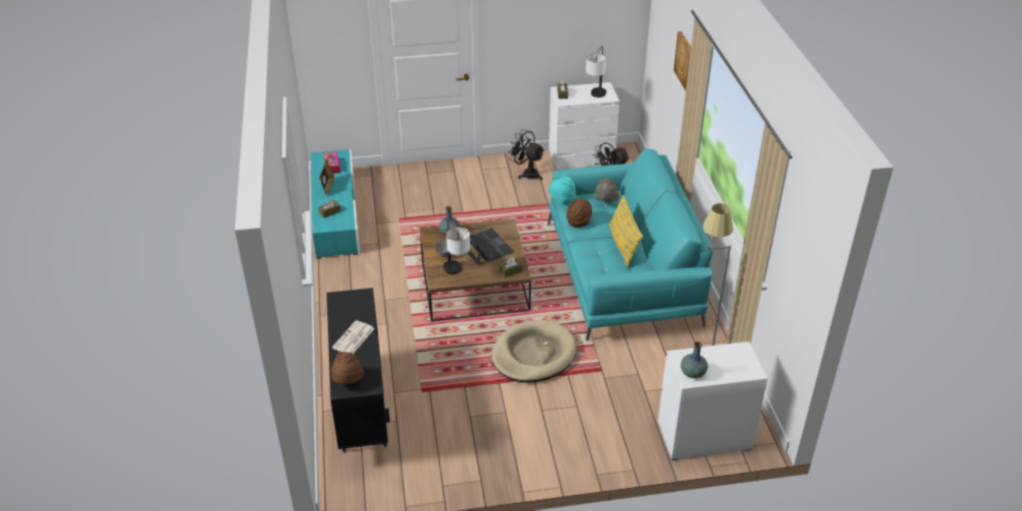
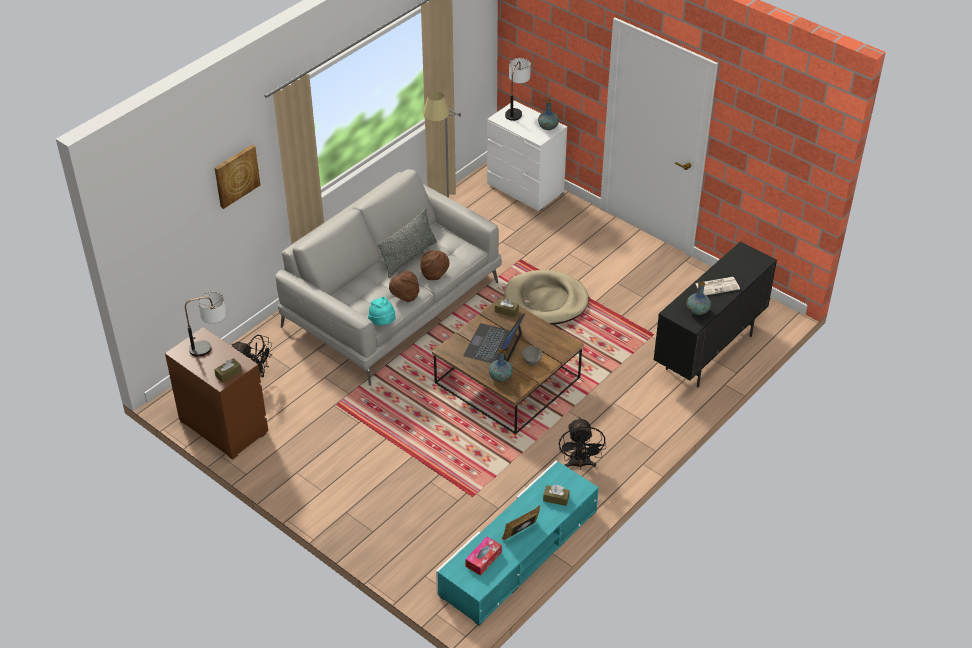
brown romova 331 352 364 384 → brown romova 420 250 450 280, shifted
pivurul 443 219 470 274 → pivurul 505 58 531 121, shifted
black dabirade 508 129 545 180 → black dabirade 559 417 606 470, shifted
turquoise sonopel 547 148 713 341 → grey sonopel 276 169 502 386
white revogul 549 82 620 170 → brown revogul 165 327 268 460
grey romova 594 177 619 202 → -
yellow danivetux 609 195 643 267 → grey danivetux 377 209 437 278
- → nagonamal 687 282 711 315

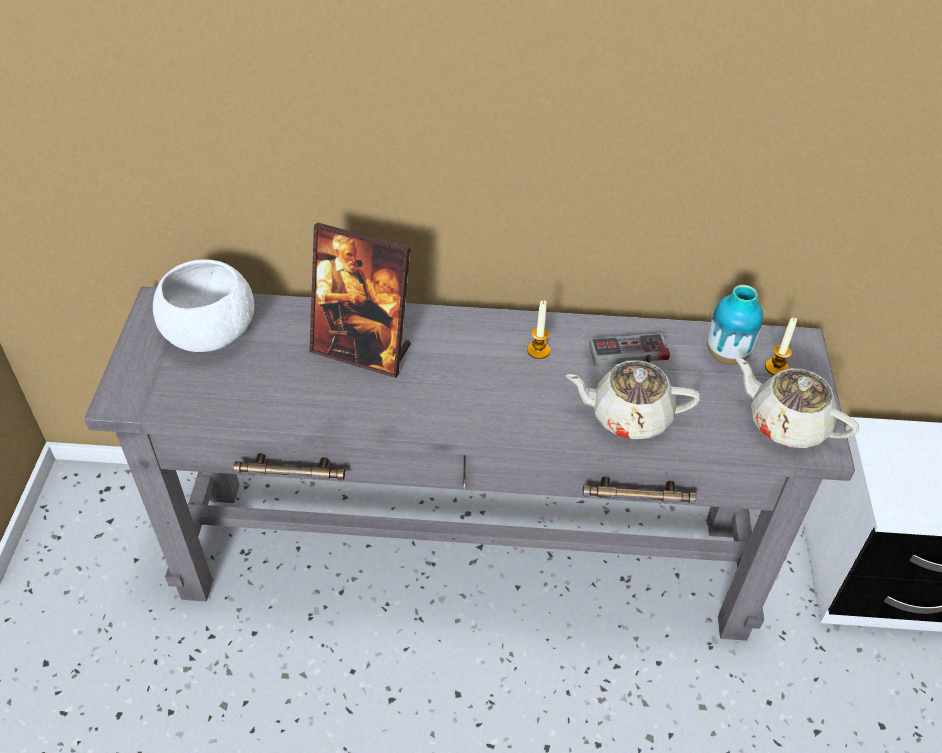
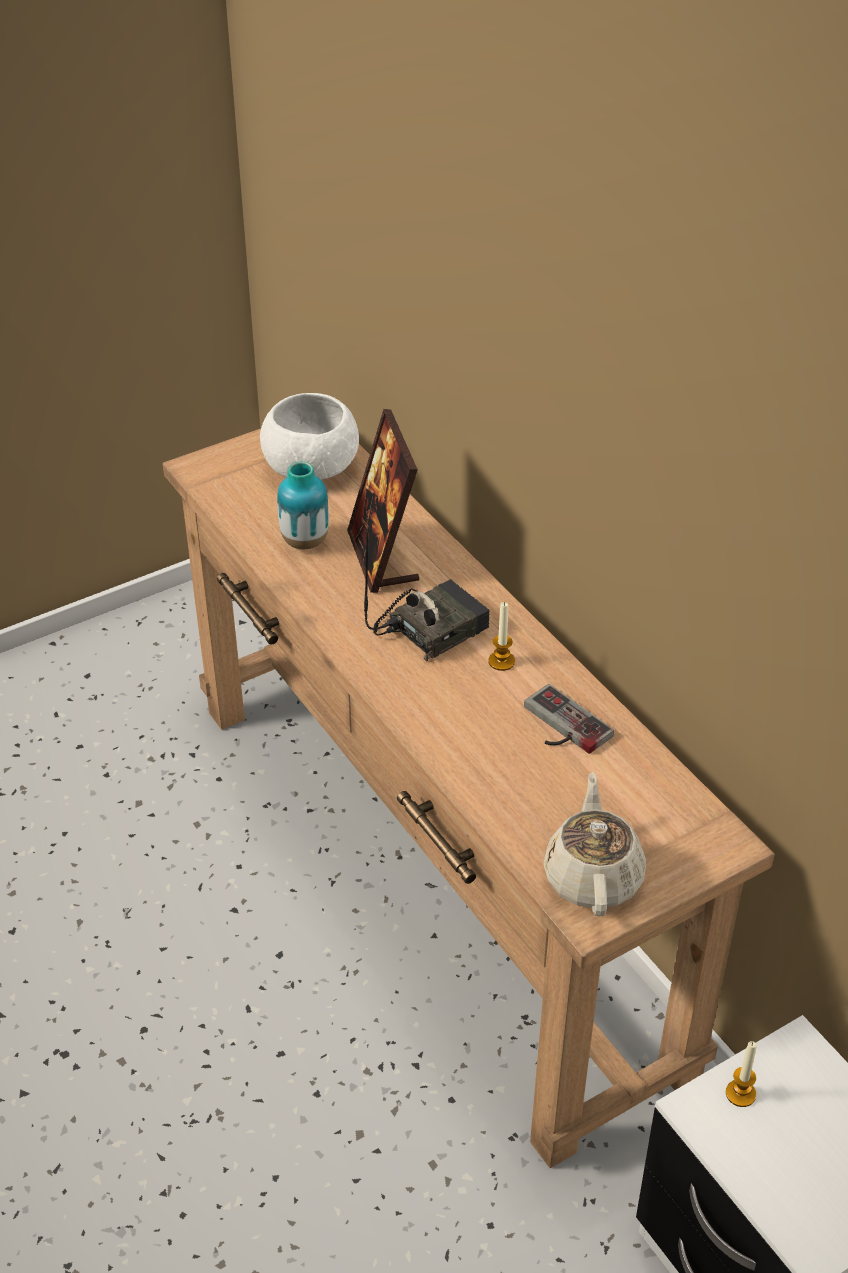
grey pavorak 84 287 855 641 → brown pavorak 163 428 775 1168
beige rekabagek 566 360 701 439 → -
nagonamal 707 285 763 365 → nagonamal 277 462 329 549, shifted
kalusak 765 318 797 375 → kalusak 726 1041 757 1107, shifted
- → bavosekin 364 531 490 661

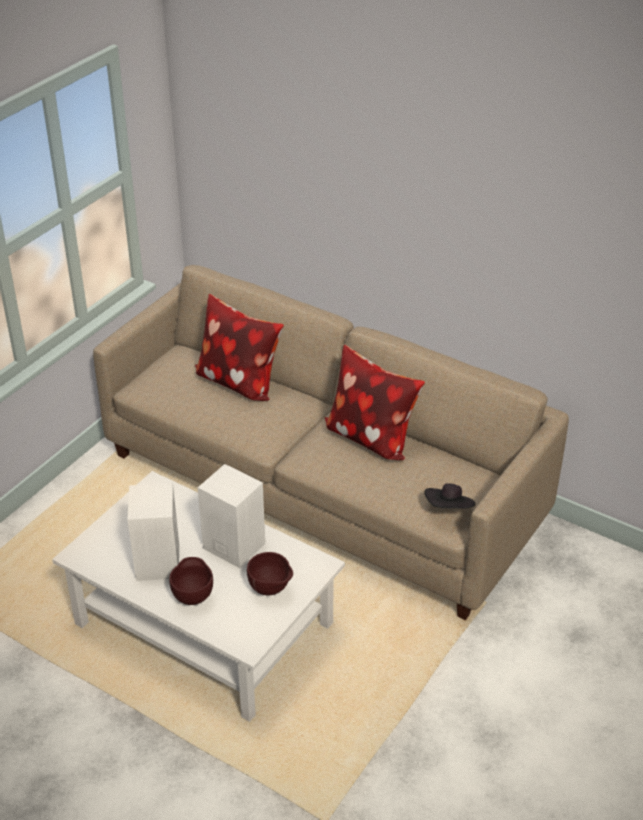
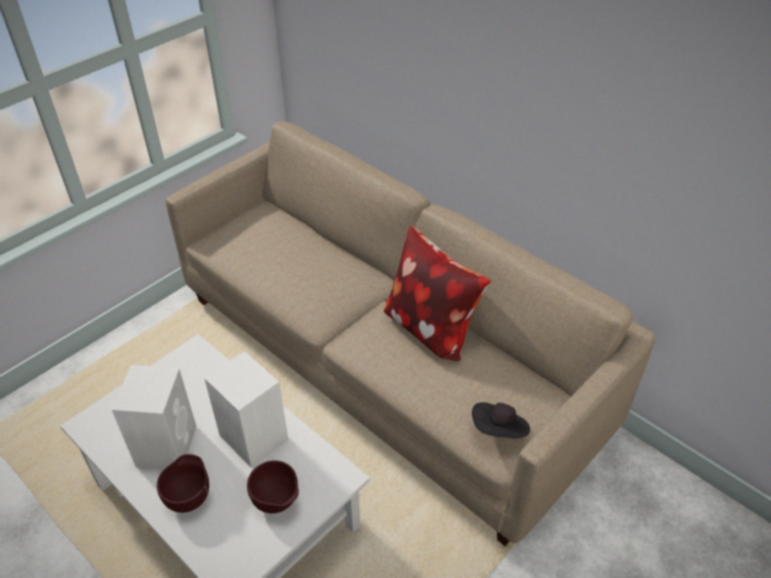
danivetux 195 294 284 401 → -

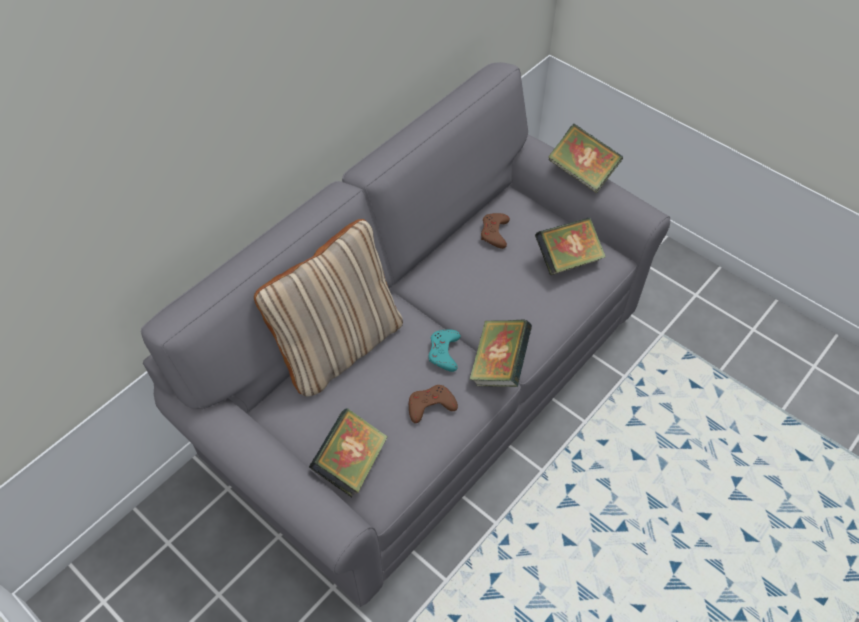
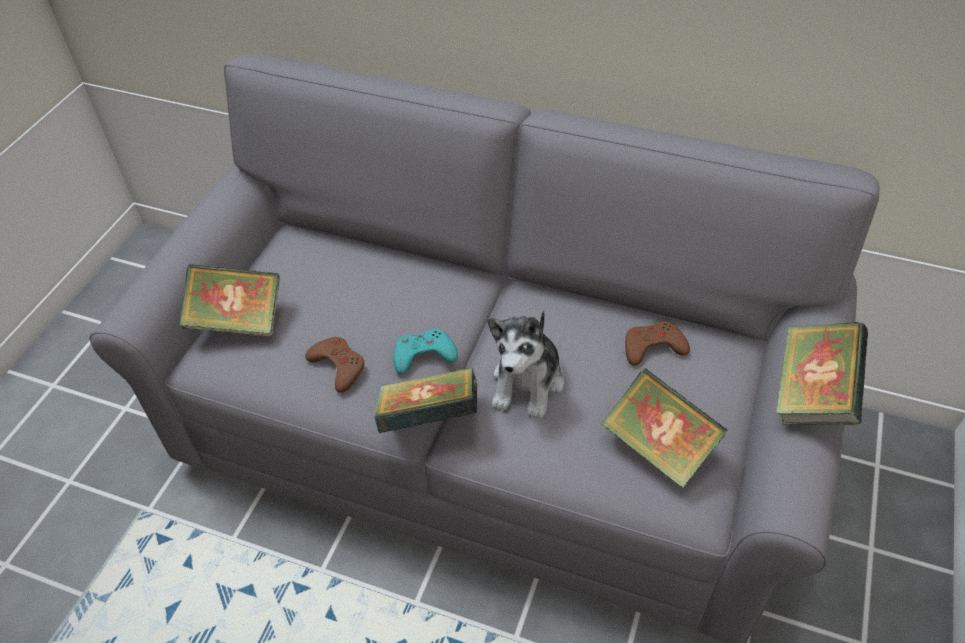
beige danivetux 254 219 403 397 → -
- → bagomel 487 310 564 419

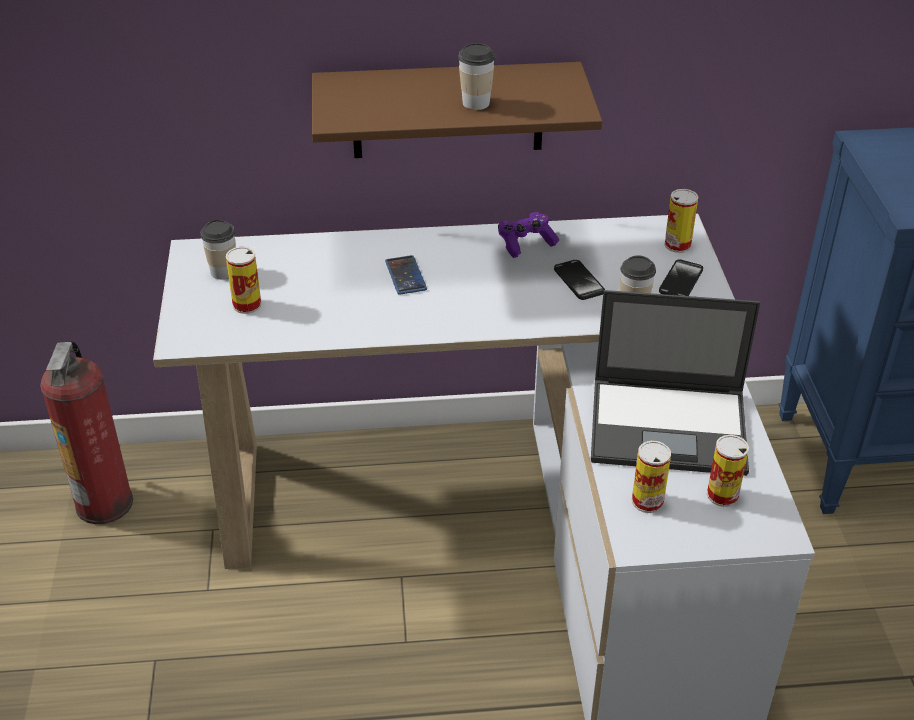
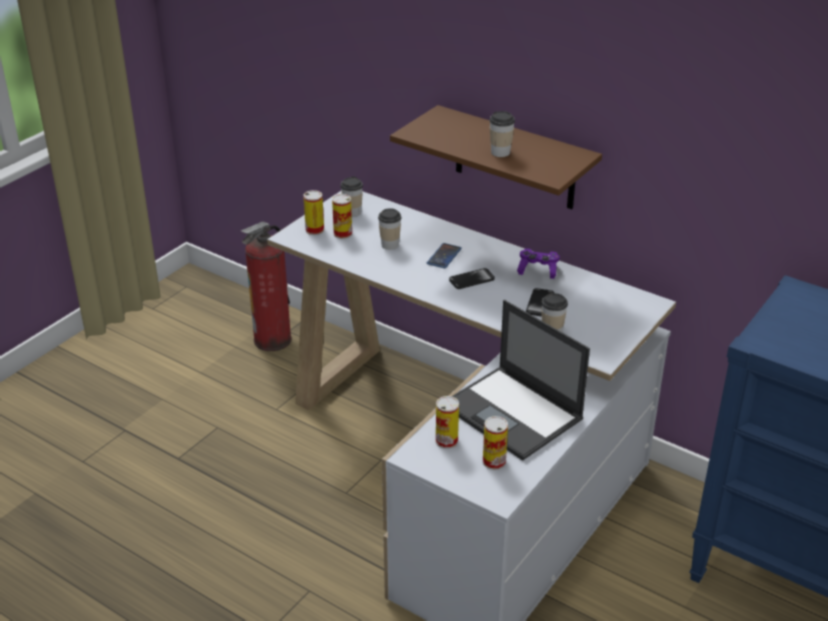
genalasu 659 259 703 296 → genalasu 449 268 495 289, shifted
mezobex 664 189 698 253 → mezobex 303 190 324 235, shifted
- → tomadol 378 208 402 250

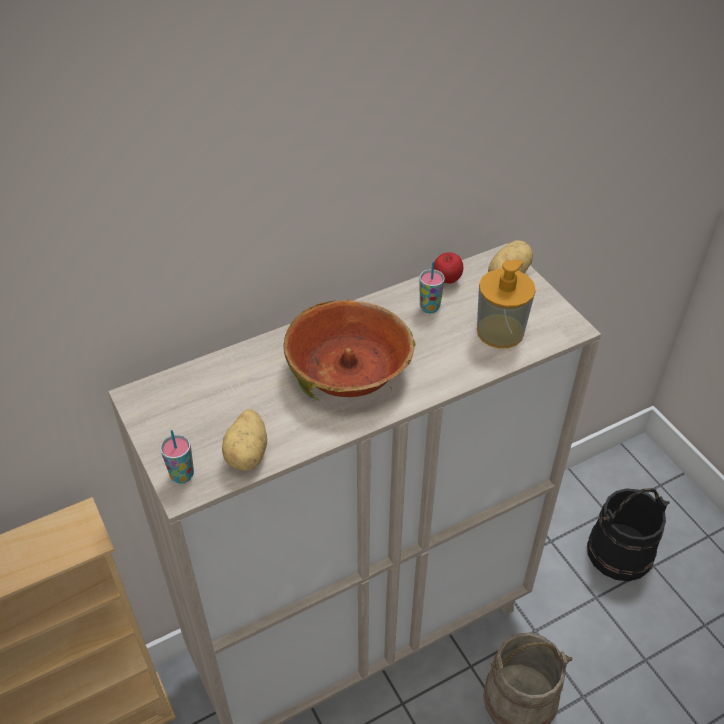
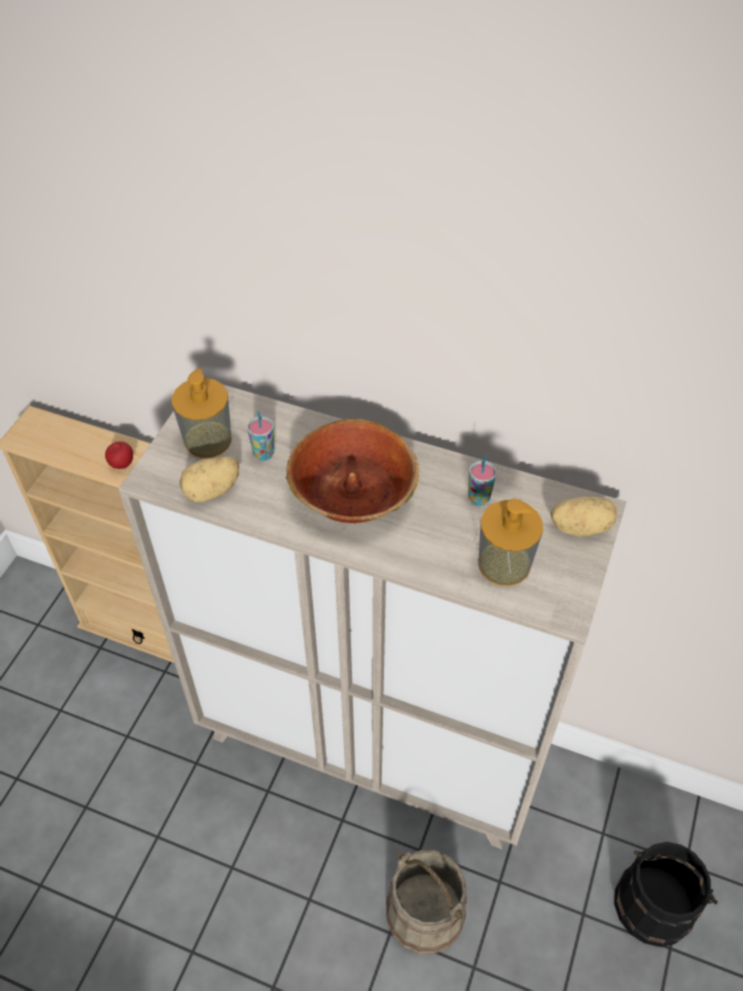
tomadol 160 430 194 484 → tomadol 247 410 274 461, shifted
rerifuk 434 252 463 284 → rerifuk 105 442 133 469, shifted
- → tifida 172 368 232 458

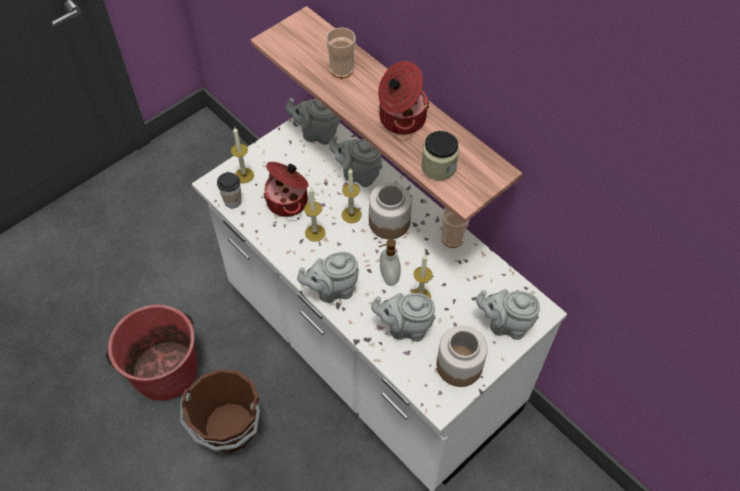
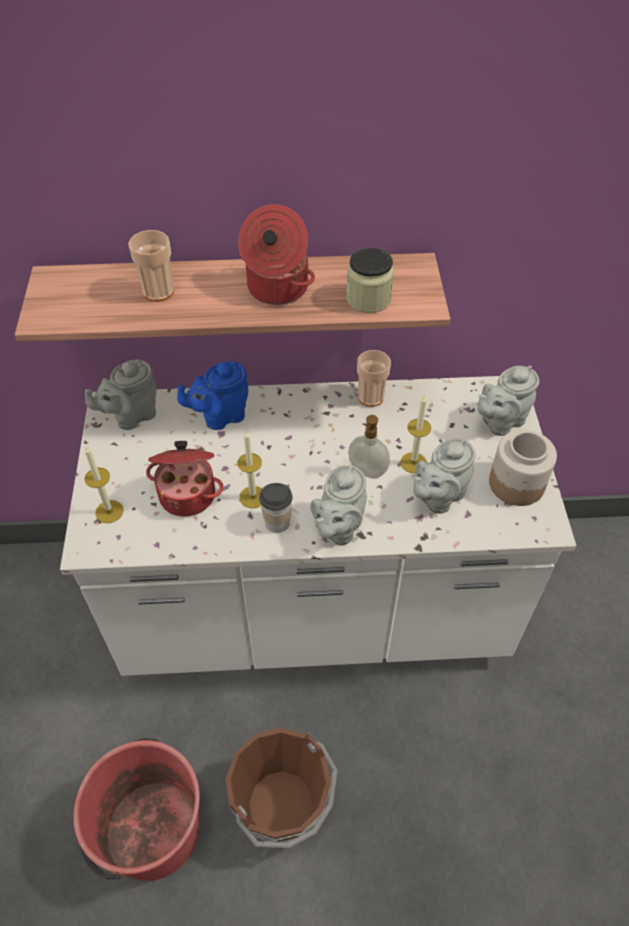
tomadol 217 172 241 208 → tomadol 259 483 293 533, shifted
grey rekabagek 329 135 383 187 → blue rekabagek 177 361 248 430
kalusak 342 168 362 223 → -
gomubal 369 183 412 239 → -

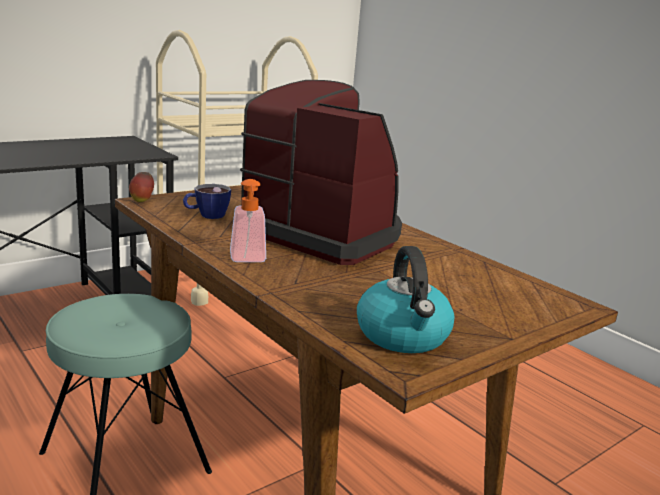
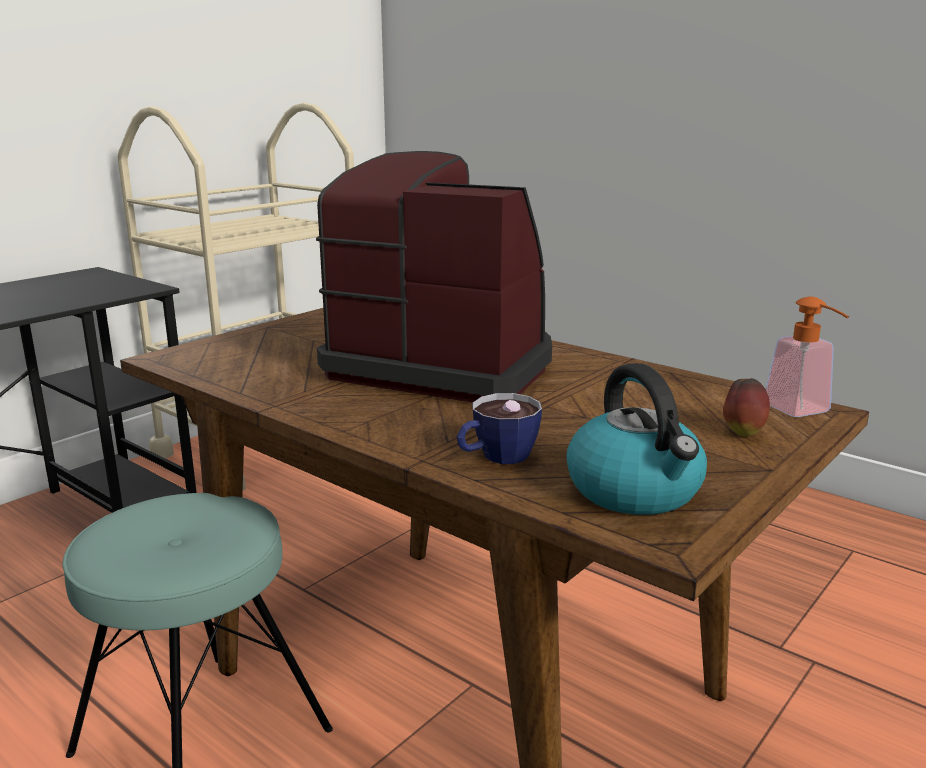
rerifuk 129 172 154 202 → rerifuk 723 378 770 436, shifted
tomadol 183 184 231 219 → tomadol 457 393 542 464, shifted
tifida 230 179 266 262 → tifida 765 296 849 417, shifted

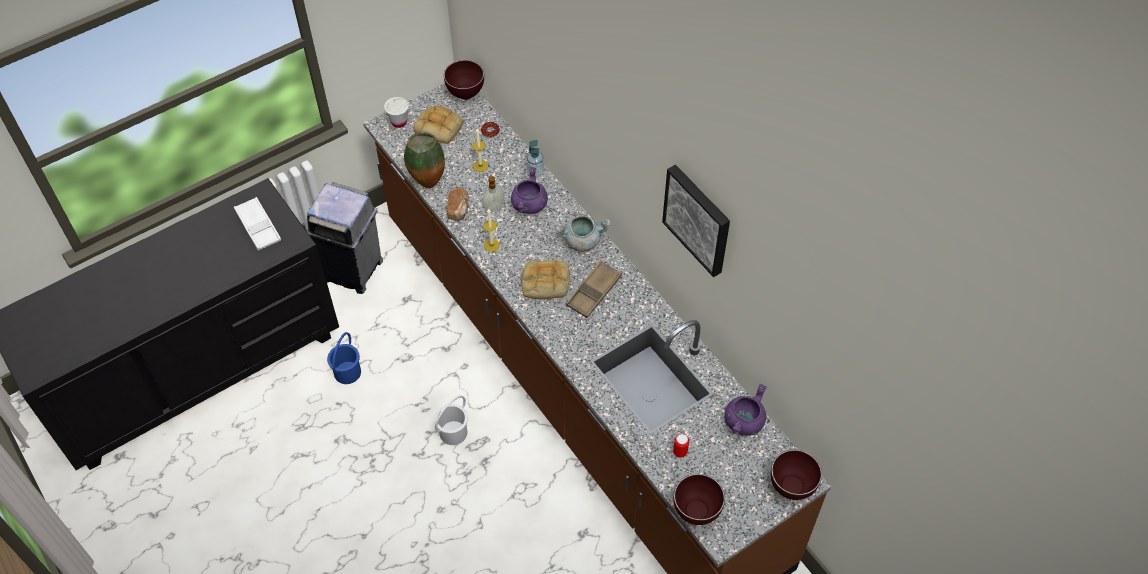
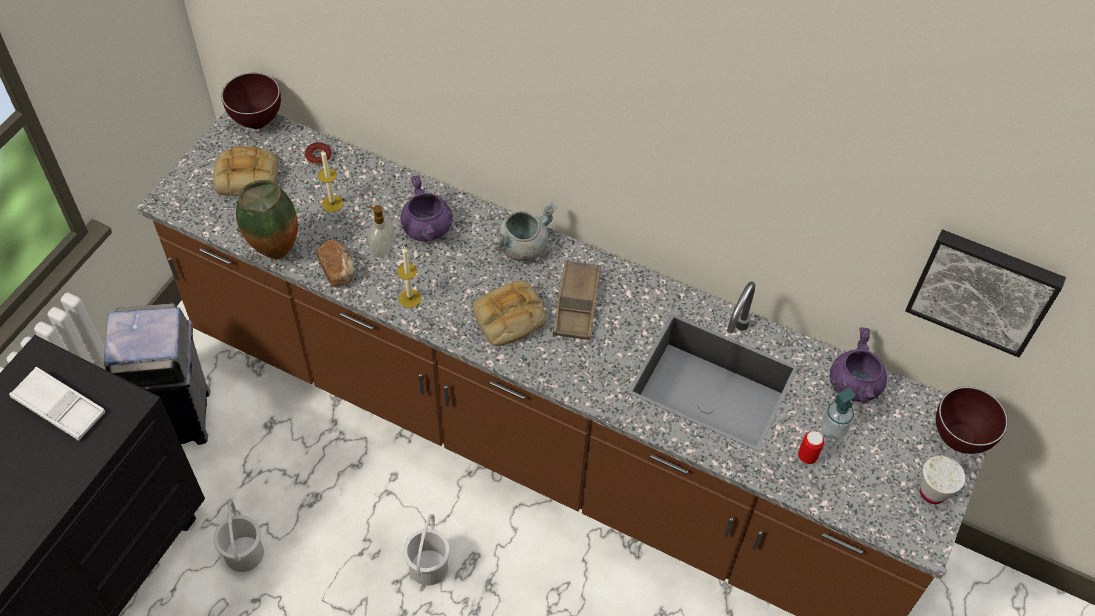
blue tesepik 327 332 361 384 → white tesepik 214 500 264 572
white tomadol 384 97 409 128 → white tomadol 920 456 965 504, shifted
tifida 526 140 544 177 → tifida 821 388 855 439, shifted
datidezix 662 165 730 277 → datidezix 905 229 1066 358, shifted
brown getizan 674 474 725 525 → -

